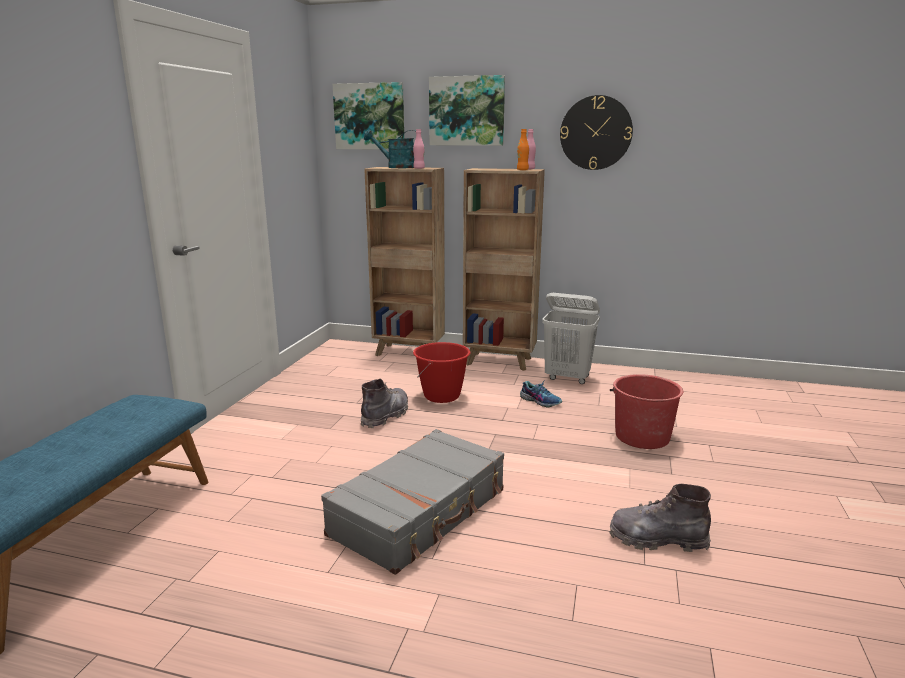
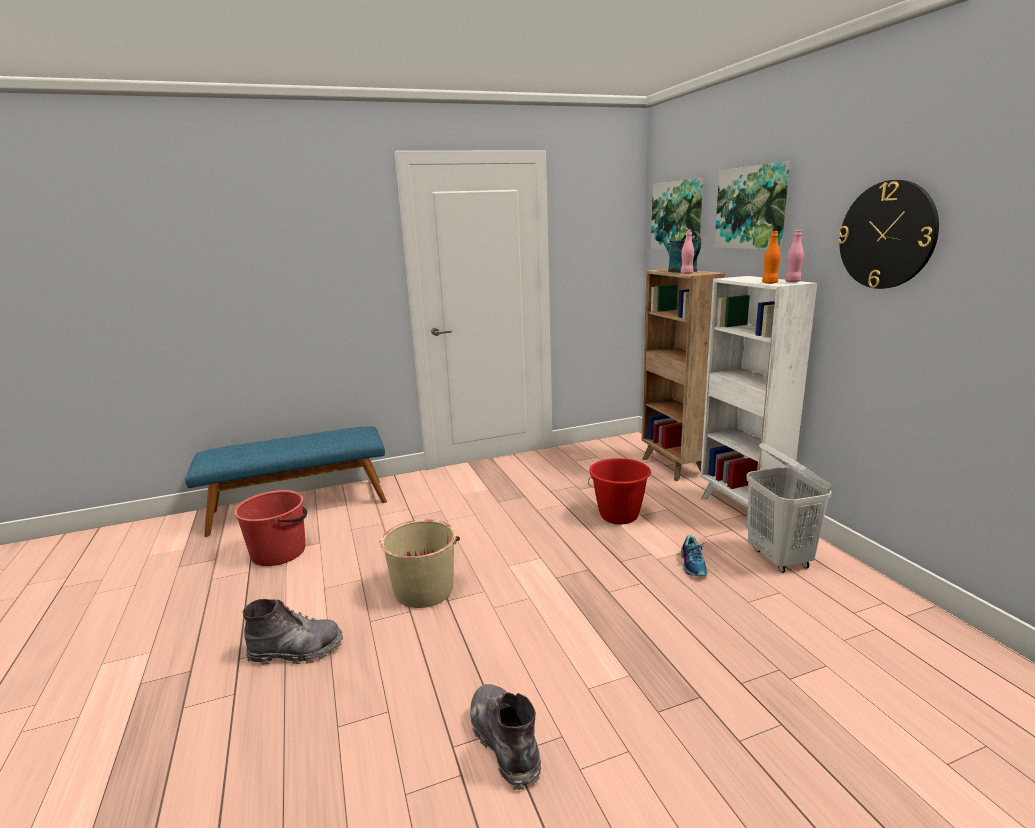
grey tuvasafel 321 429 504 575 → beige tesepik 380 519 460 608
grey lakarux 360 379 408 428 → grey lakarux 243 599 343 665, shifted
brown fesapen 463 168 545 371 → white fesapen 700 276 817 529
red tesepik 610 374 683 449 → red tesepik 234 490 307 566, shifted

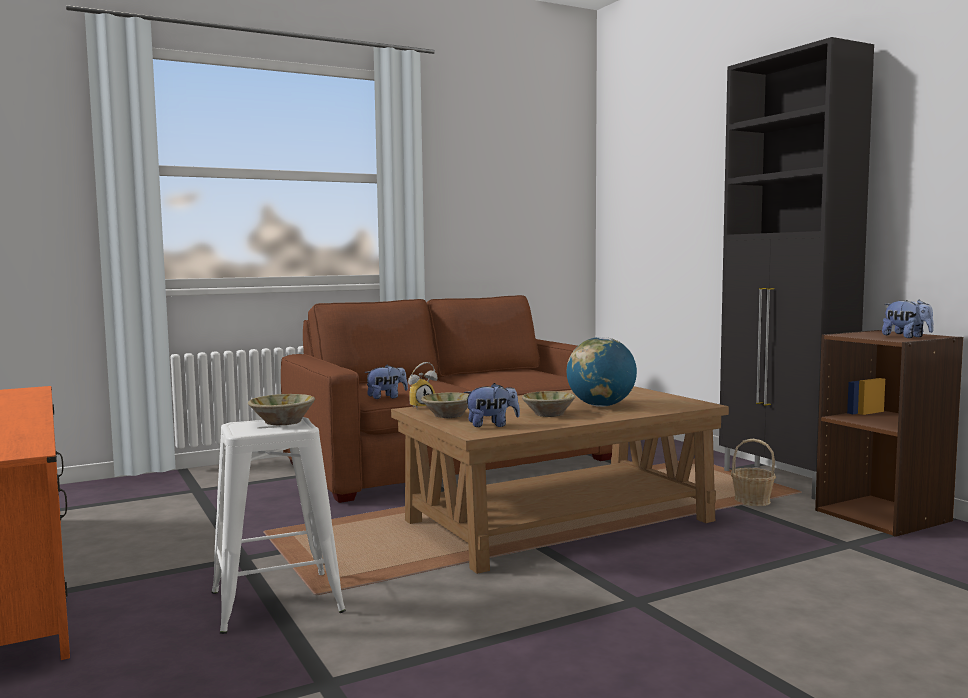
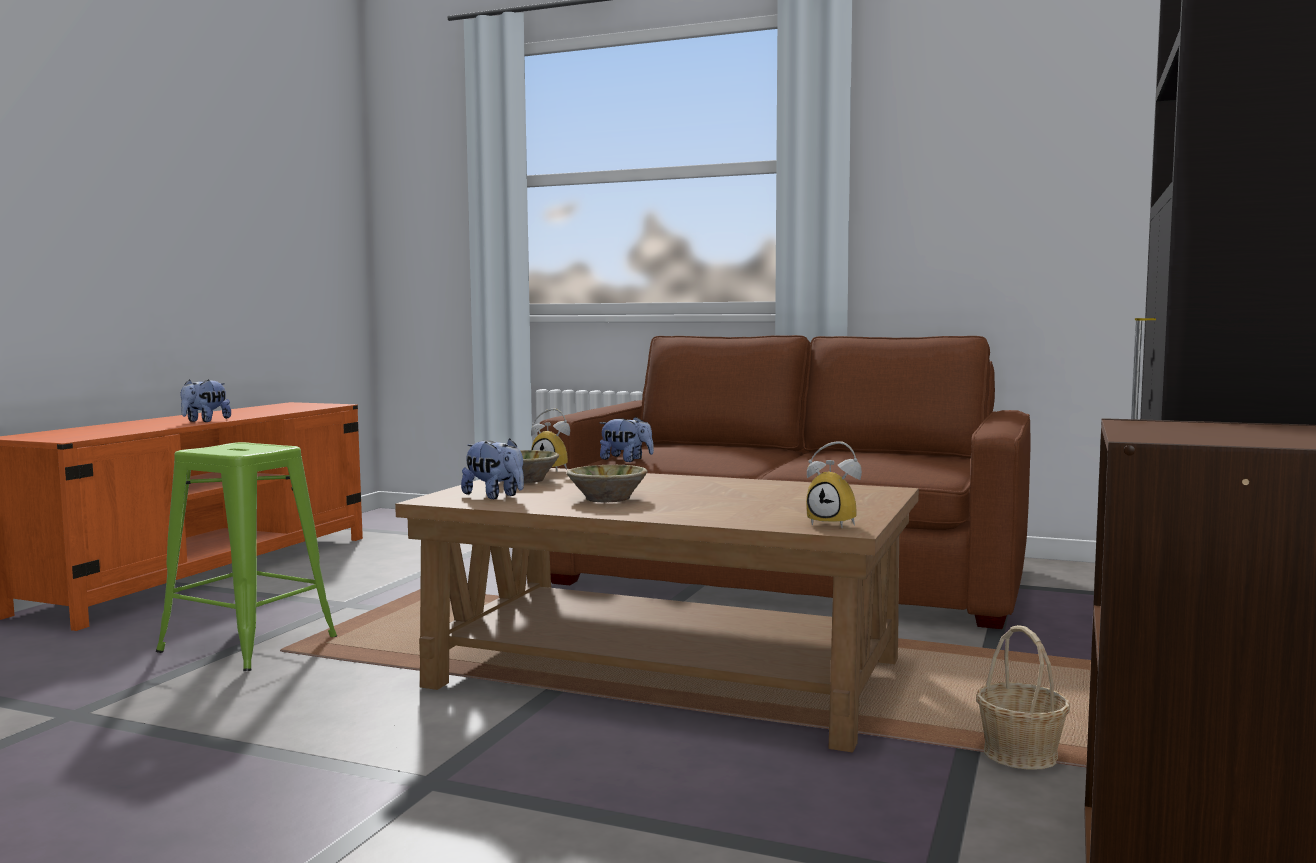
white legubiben 211 417 346 634 → green legubiben 156 442 337 671
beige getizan 248 394 315 425 → -
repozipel 567 337 637 407 → -
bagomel 882 299 934 338 → bagomel 181 379 231 422, shifted
- → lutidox 806 441 862 528

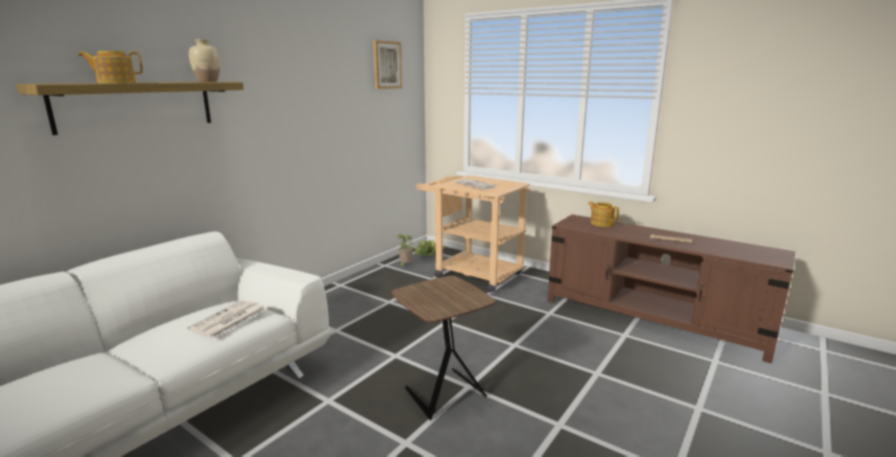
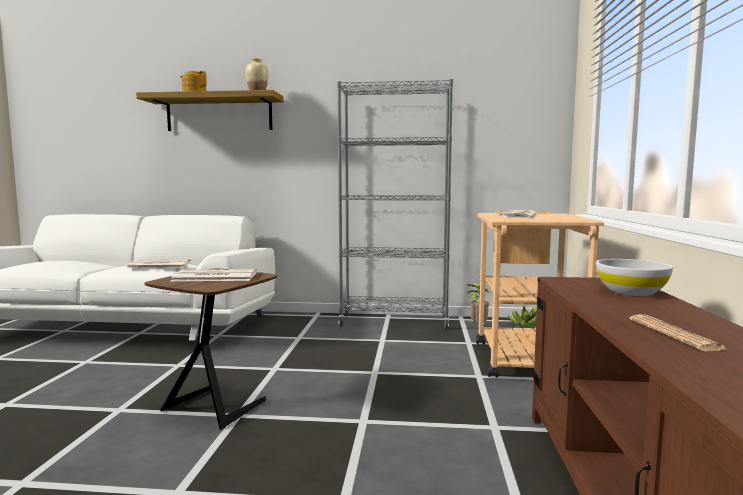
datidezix 373 40 402 89 → -
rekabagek 588 201 619 227 → white getizan 596 259 673 296
- → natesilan 171 269 257 281
- → grey fesapen 337 79 453 329

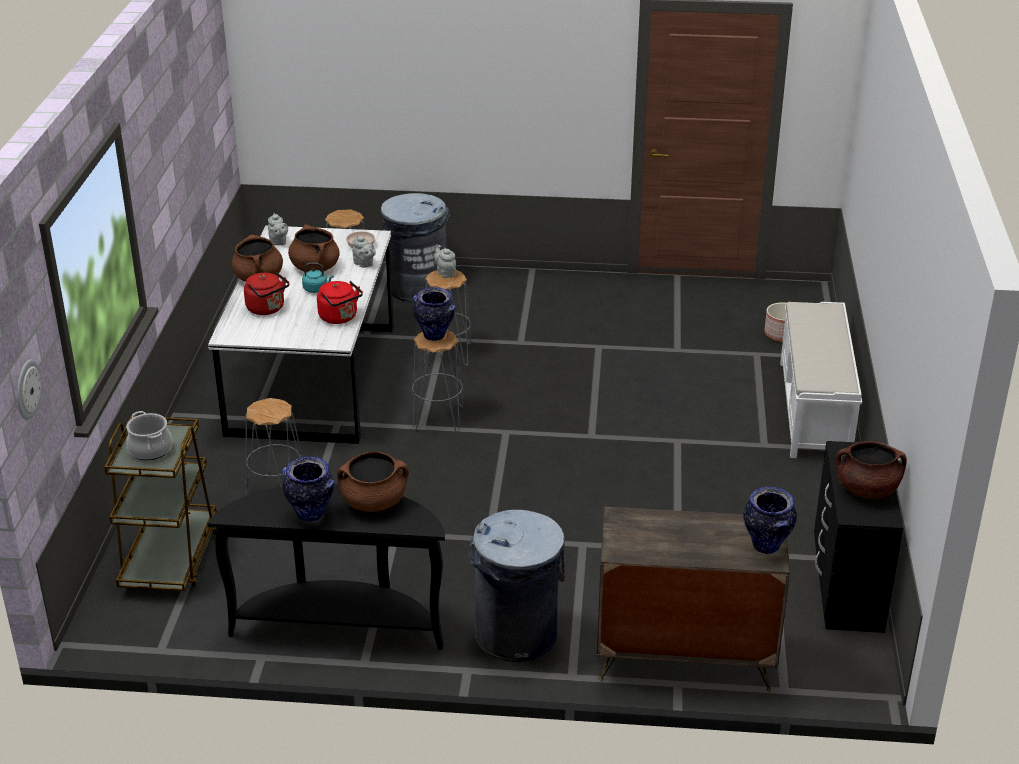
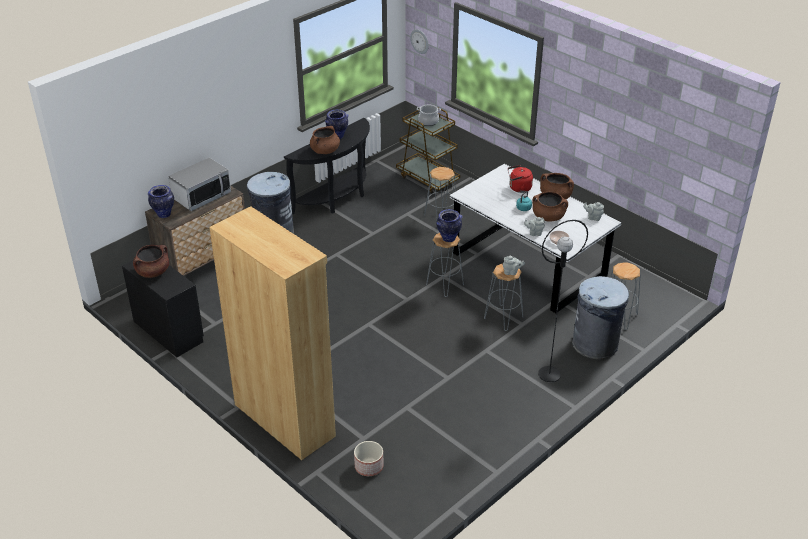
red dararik 317 281 363 324 → -
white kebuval 780 302 862 458 → brown fesapen 209 206 336 460
- → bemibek 169 158 231 211
- → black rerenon 538 220 588 382

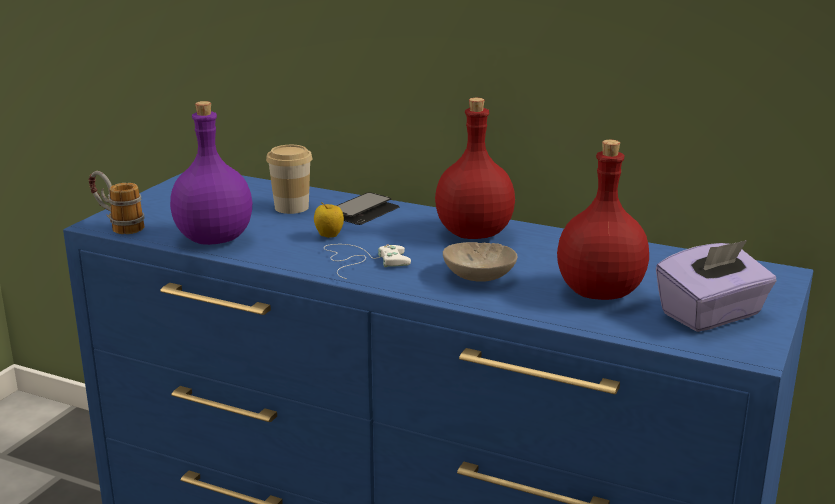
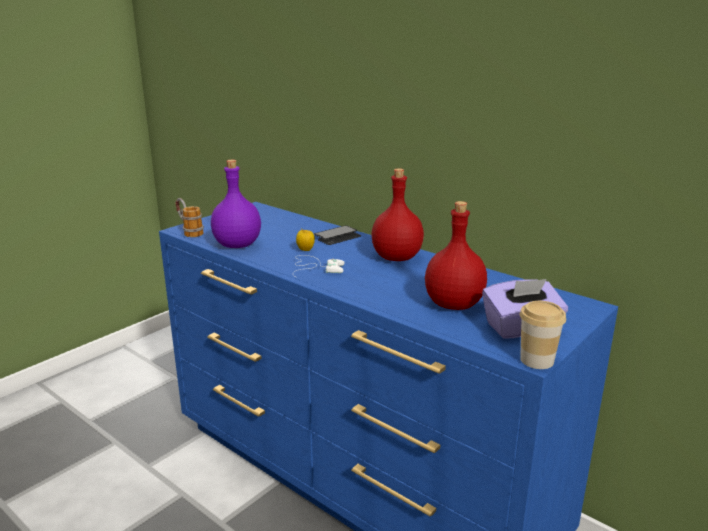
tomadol 266 145 313 214 → tomadol 520 301 566 369, shifted
beige getizan 443 242 517 282 → -

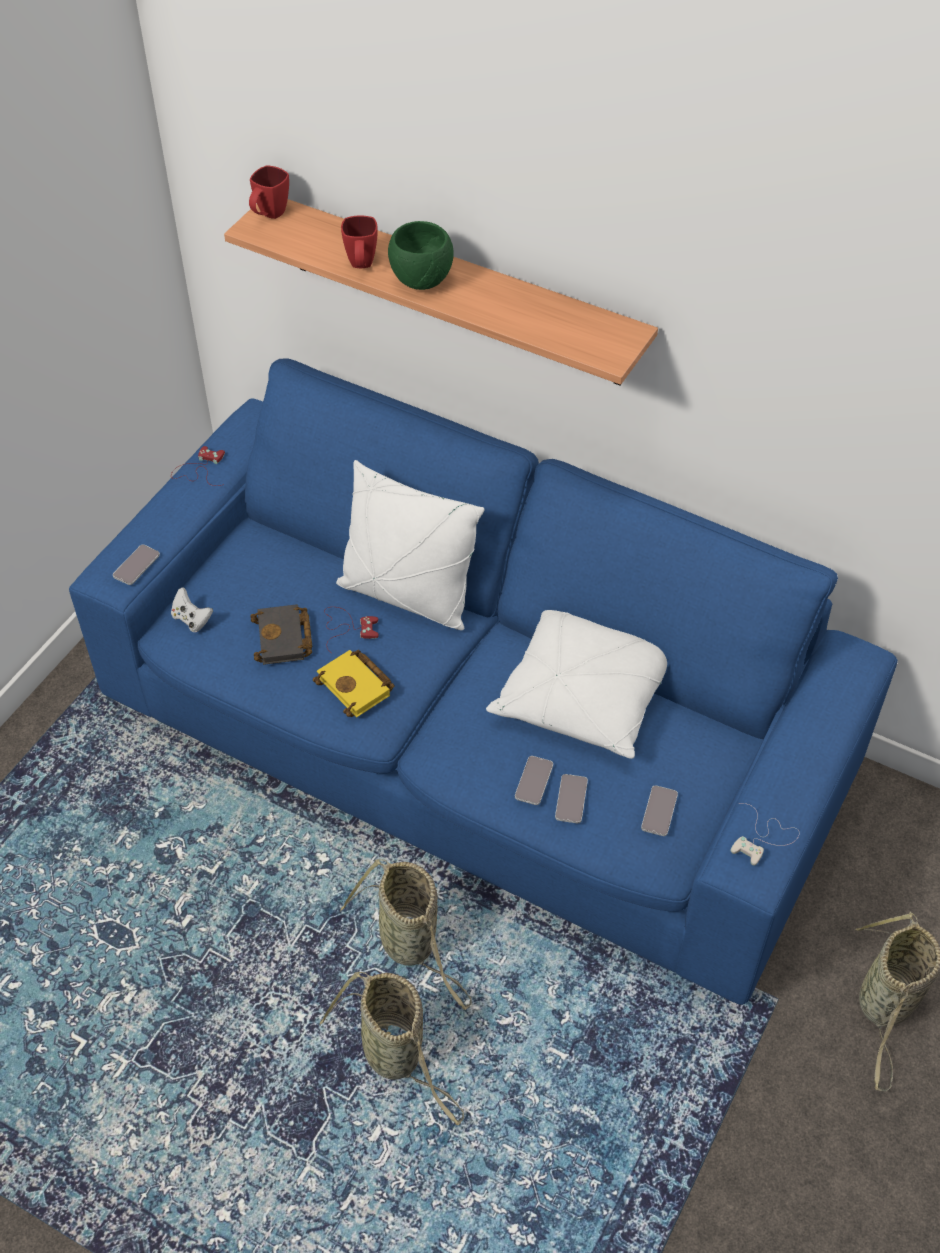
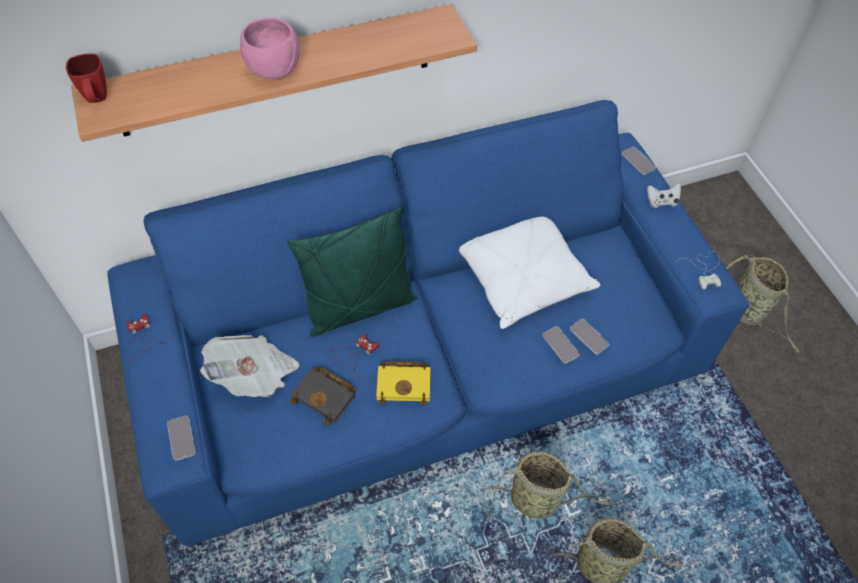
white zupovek 171 588 213 632 → white zupovek 647 182 681 208, shifted
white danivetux 336 460 485 630 → green danivetux 287 207 417 337
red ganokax 341 215 378 268 → -
green getizan 388 221 454 290 → pink getizan 240 18 300 79
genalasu 641 785 678 836 → genalasu 622 147 656 175, shifted
- → natesilan 200 335 299 397

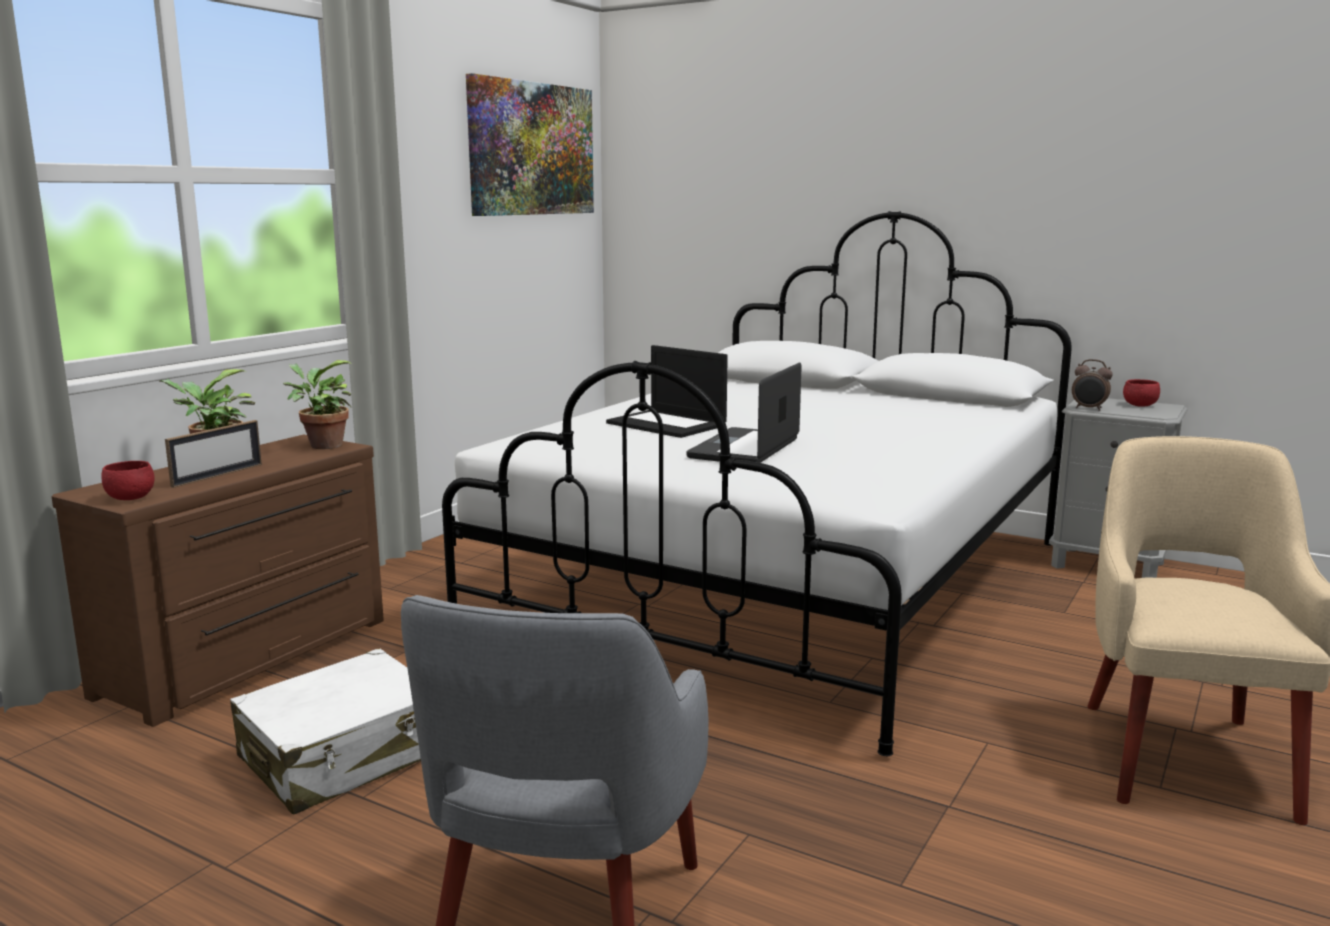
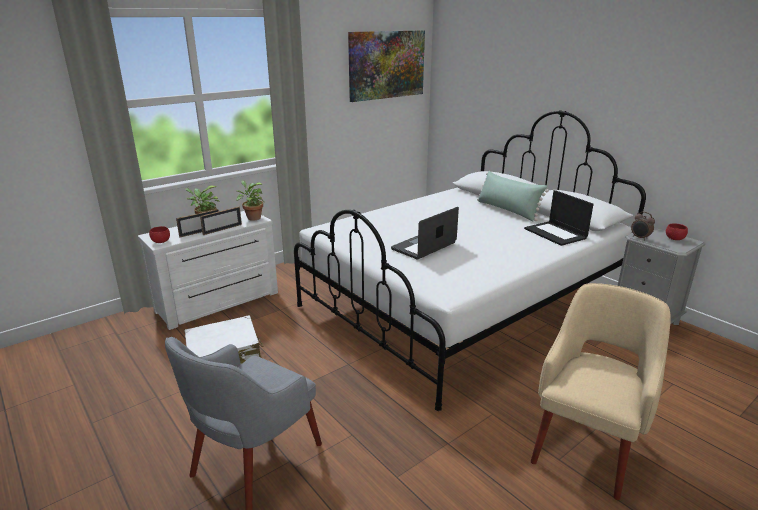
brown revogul 51 434 384 727 → white revogul 138 211 278 330
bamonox 606 345 728 438 → bamonox 524 190 593 246, shifted
- → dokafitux 200 207 242 235
- → green danivetux 477 171 549 221

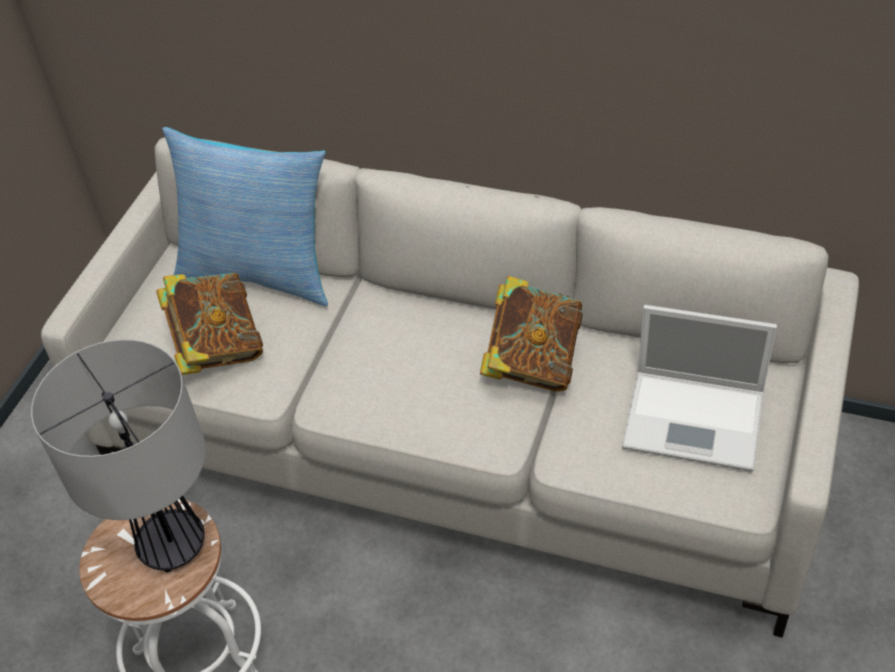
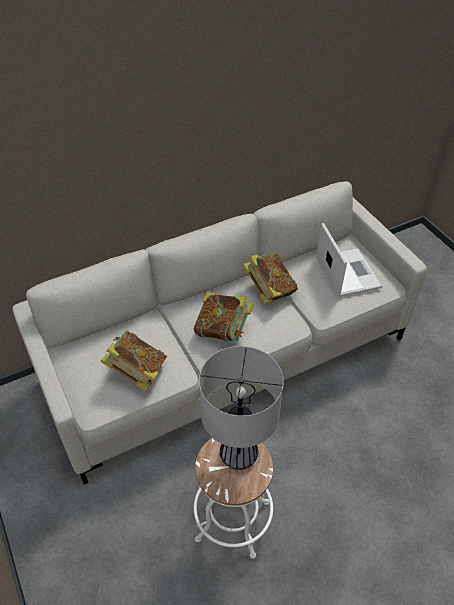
danivetux 162 127 328 306 → -
bamonox 622 305 777 471 → bamonox 316 223 382 297, 75 degrees counterclockwise
- → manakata 194 292 254 342

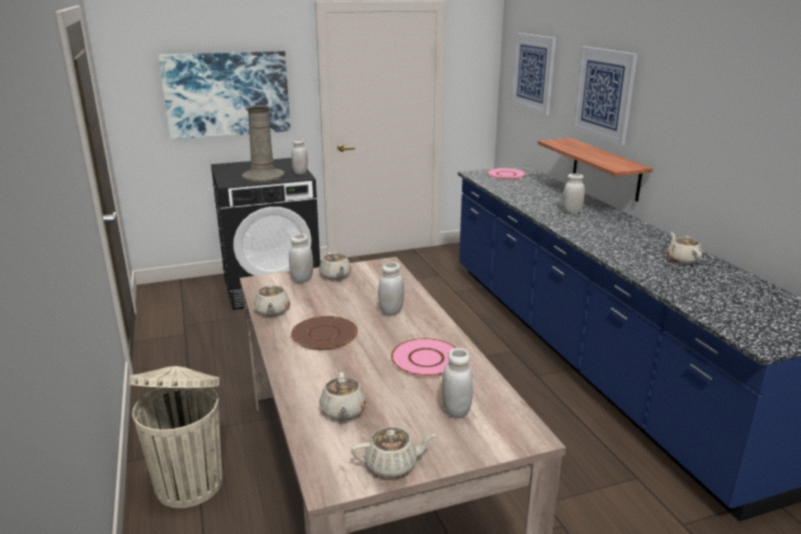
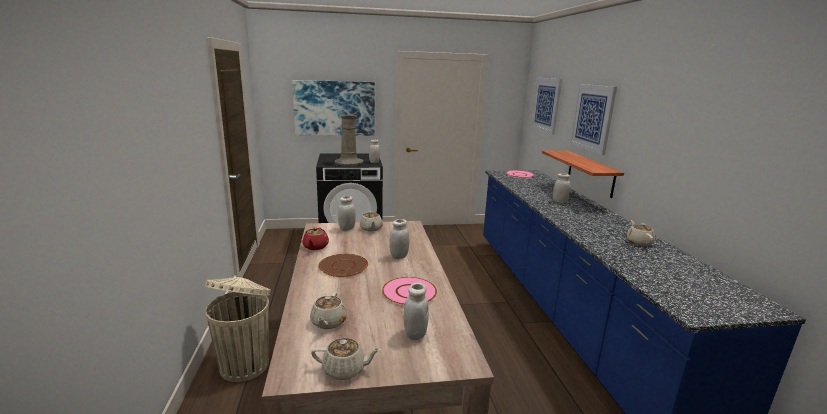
beige rekabagek 254 283 290 316 → red rekabagek 302 227 329 250

